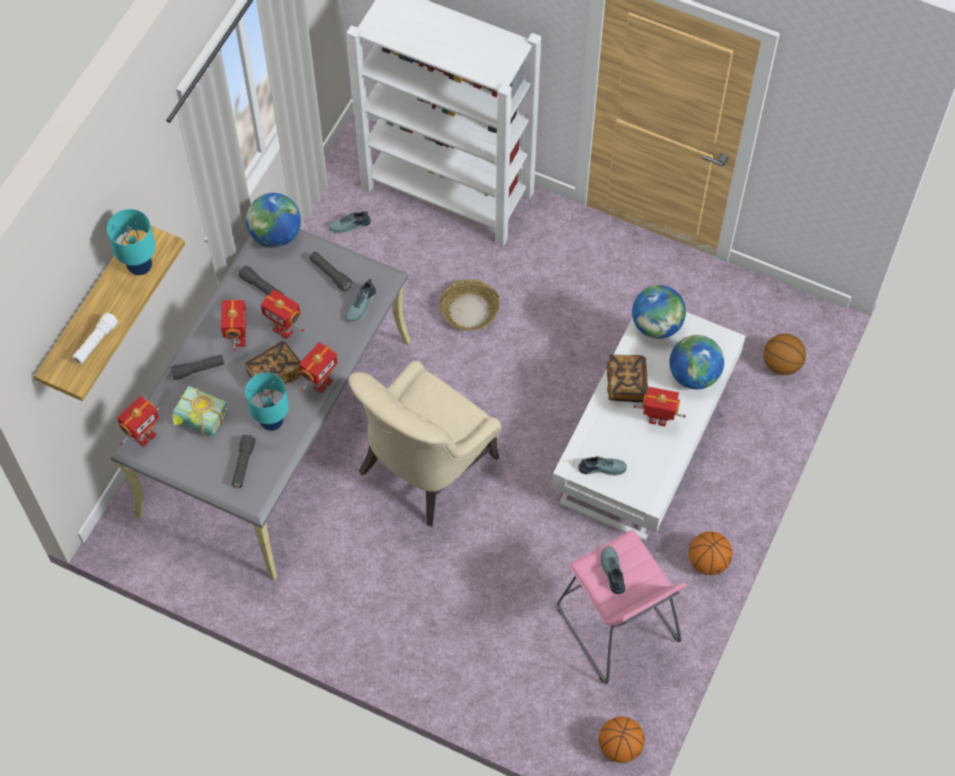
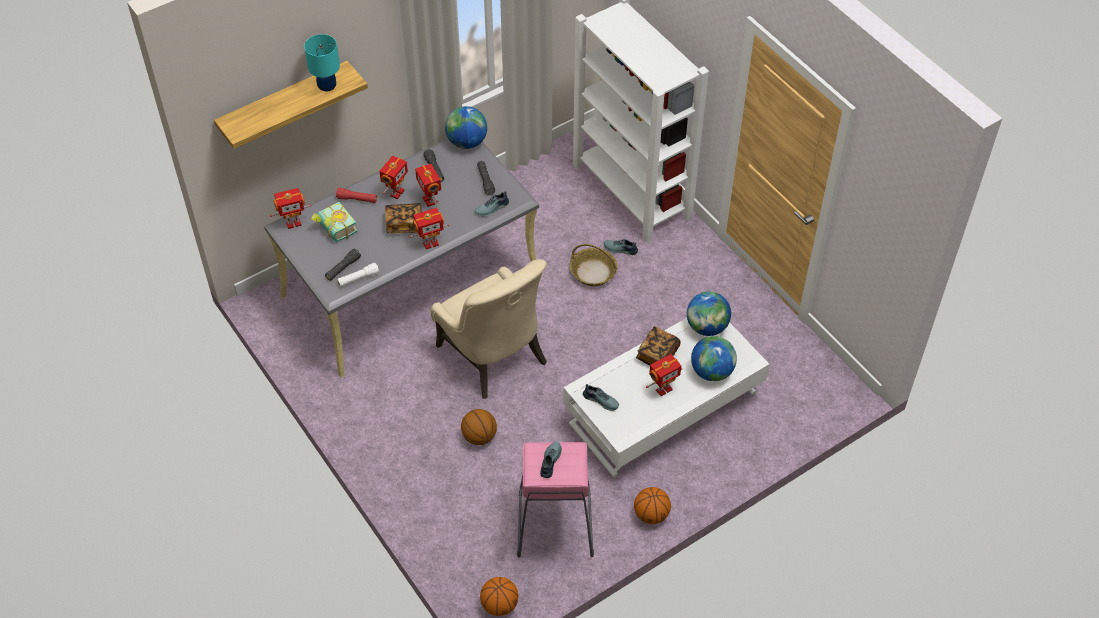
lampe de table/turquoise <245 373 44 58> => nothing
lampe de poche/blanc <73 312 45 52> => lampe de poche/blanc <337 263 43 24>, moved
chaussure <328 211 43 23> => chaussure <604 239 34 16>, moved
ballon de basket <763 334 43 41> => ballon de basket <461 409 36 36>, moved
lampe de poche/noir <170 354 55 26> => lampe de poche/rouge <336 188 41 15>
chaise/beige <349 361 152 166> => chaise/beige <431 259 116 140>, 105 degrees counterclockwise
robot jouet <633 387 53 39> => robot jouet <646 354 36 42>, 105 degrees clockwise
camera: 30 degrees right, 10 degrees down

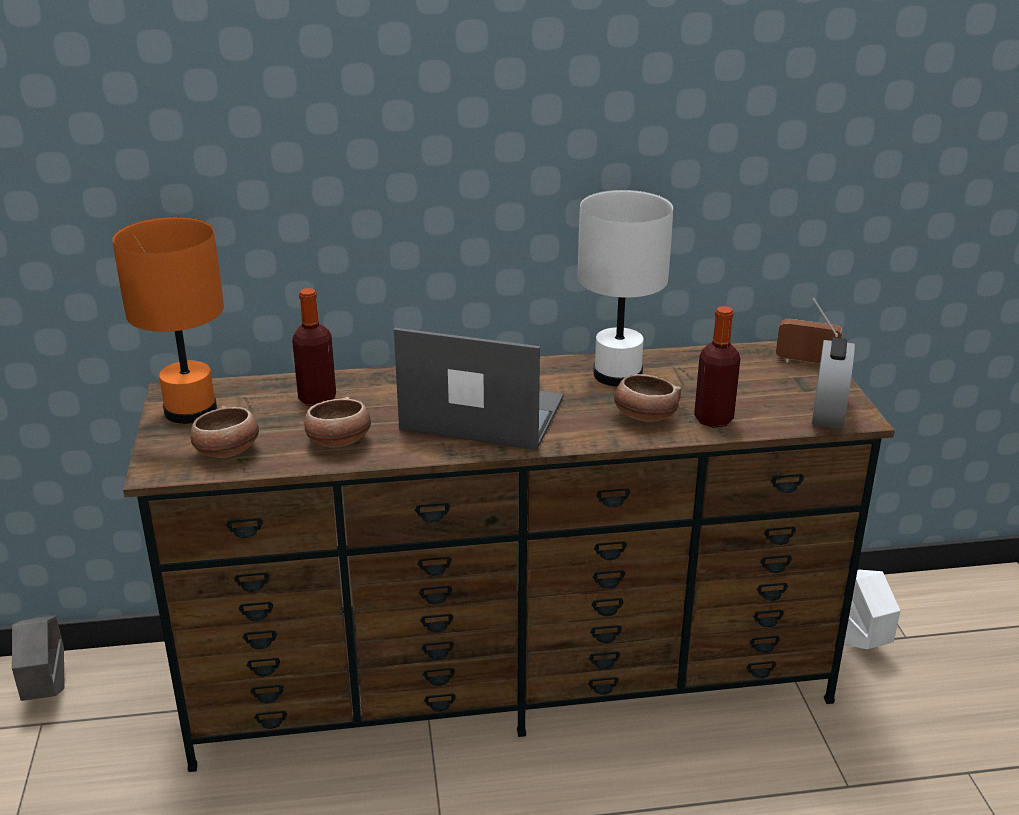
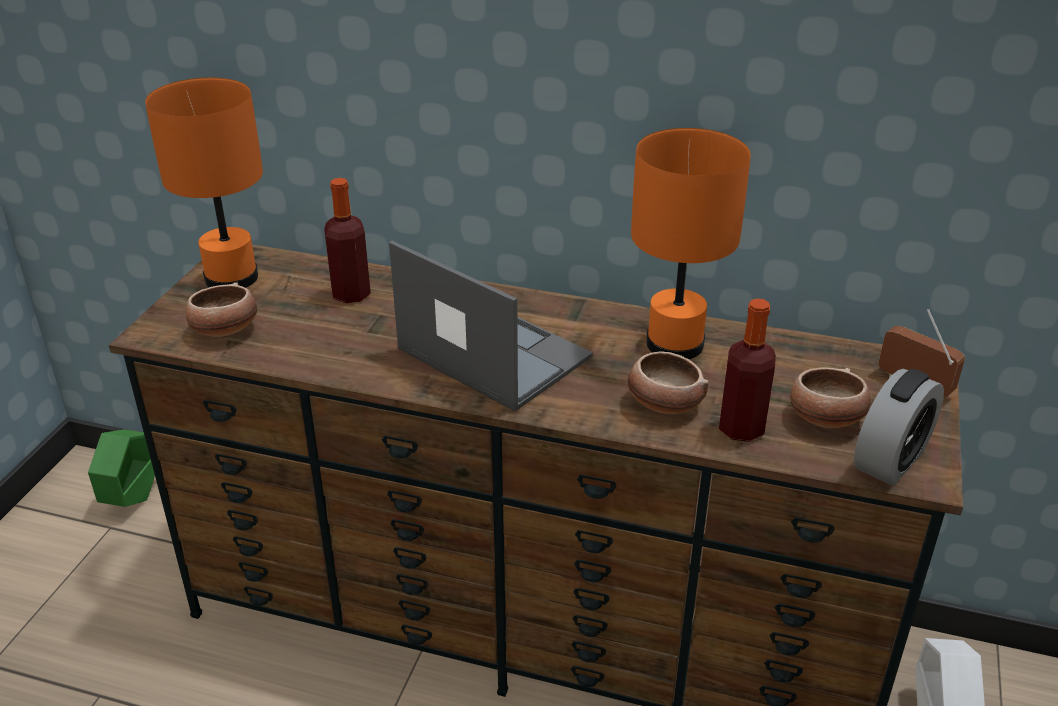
bol <304 397 67 50> => bol <790 367 81 61>, moved
cache-pot/gris <12 616 52 85> => cache-pot/vert <88 429 67 78>
lampe de table/blanc <578 190 95 197> => lampe de table/orange <631 128 120 231>
camera: 25 degrees right, 5 degrees up

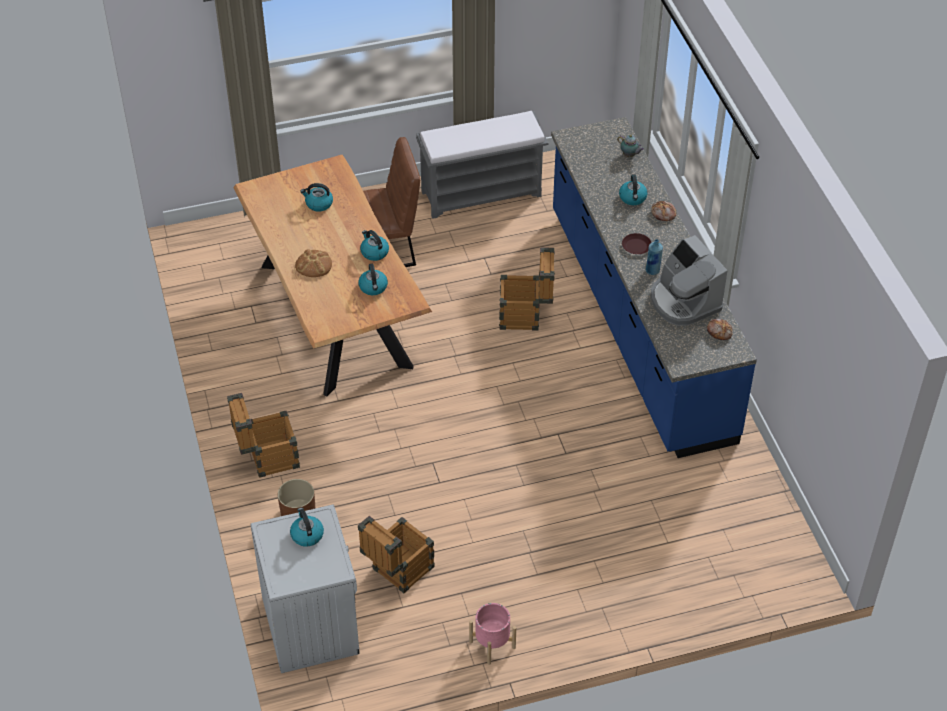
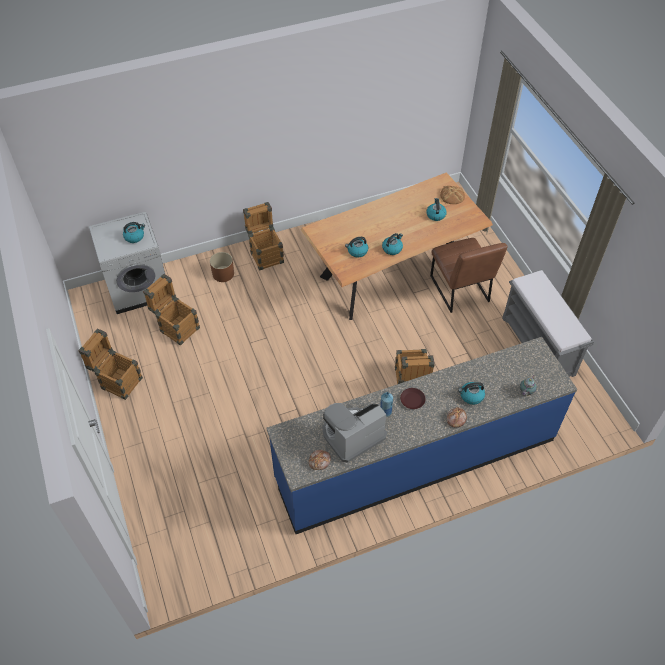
pain <295 249 37 28> => pain <440 186 25 18>, moved
cache-pot/rose <469 603 47 62> => caisse <78 328 65 72>
camera: 85 degrees right, 5 degrees up

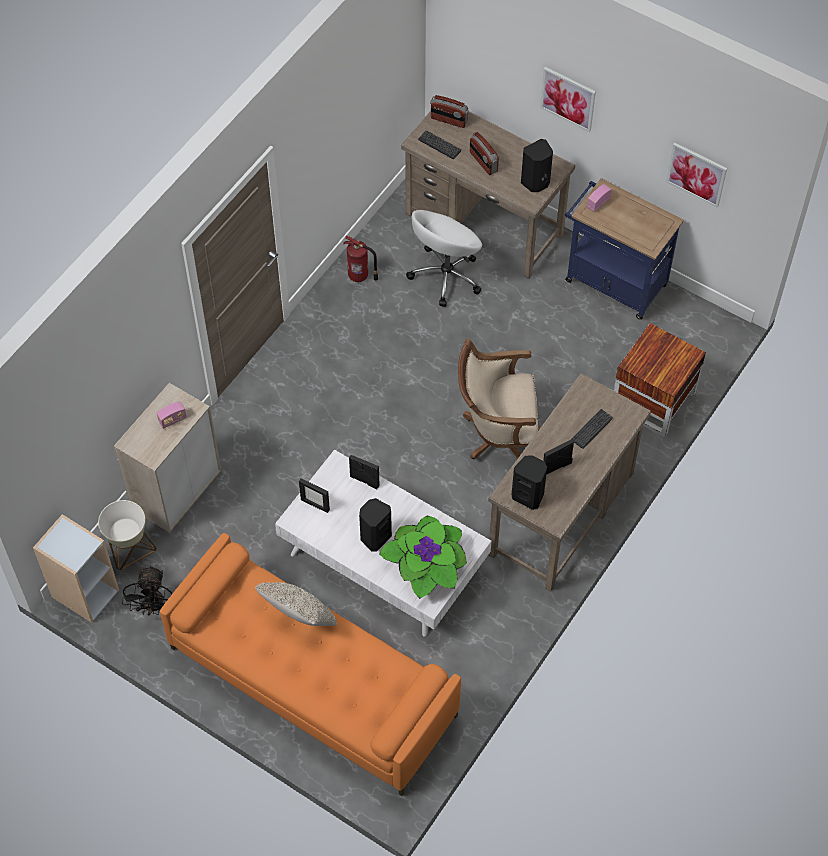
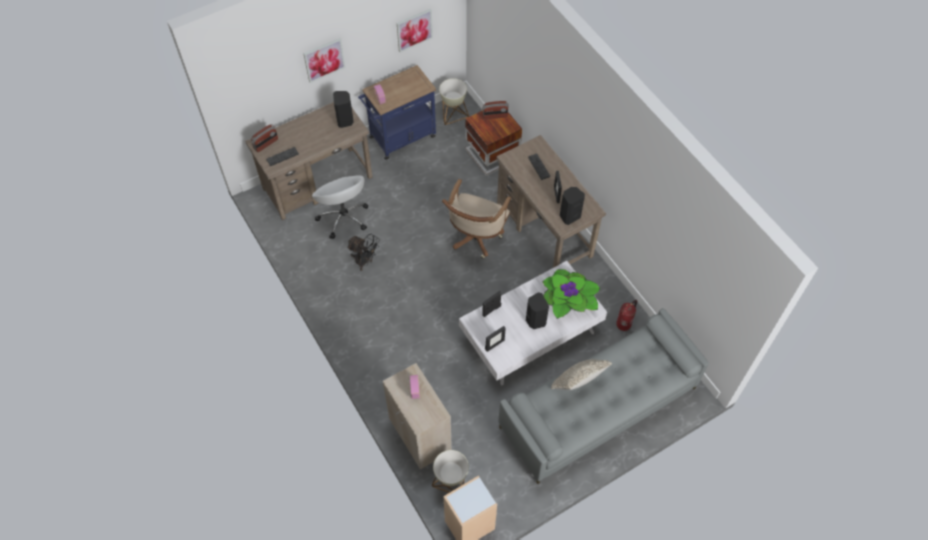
nothing => cache-pot <439 78 30 47>
ventilateur/noir <122 565 50 51> => ventilateur/noir <347 234 33 37>, moved
extincteur <343 236 35 46> => extincteur <616 300 21 31>, moved
radio <470 132 29 43> => radio <482 101 27 18>, moved
canapé/orange <160 533 301 263> => canapé/gris <498 308 211 176>
camera: 65 degrees left, 0 degrees up

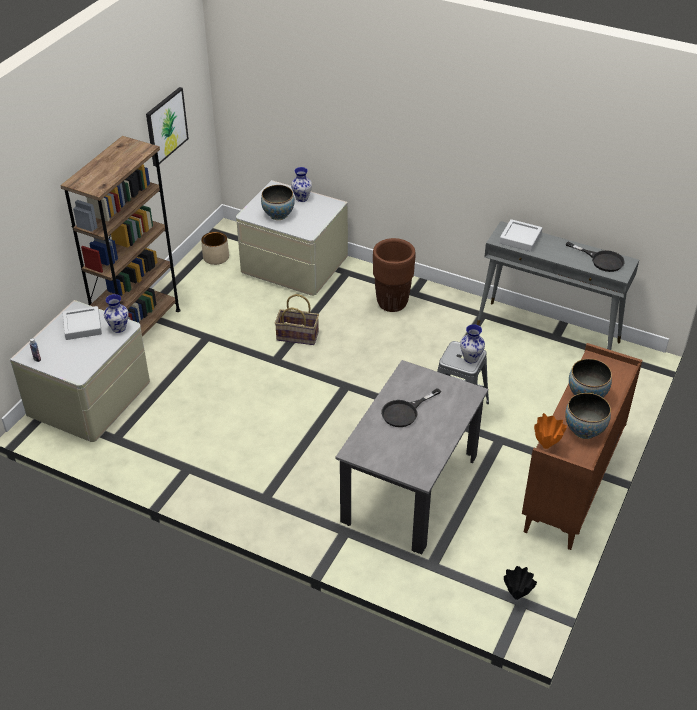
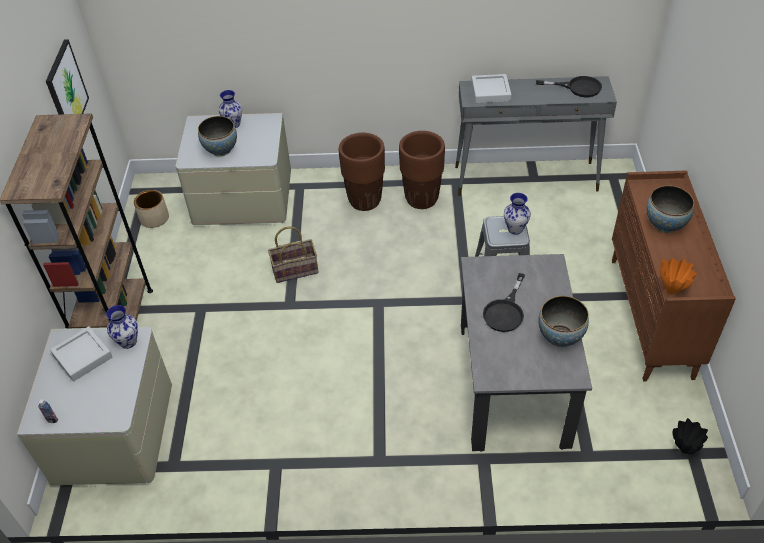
nothing => cache-pot/marron <399 131 46 78>
bol <565 393 46 46> => bol <538 296 51 51>, moved
camera: 25 degrees left, 5 degrees up

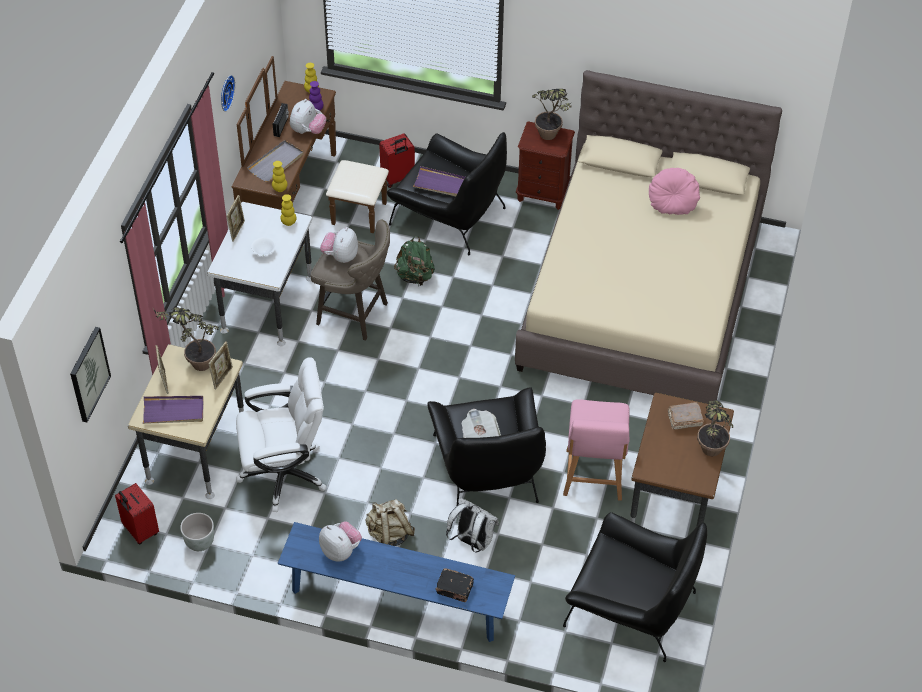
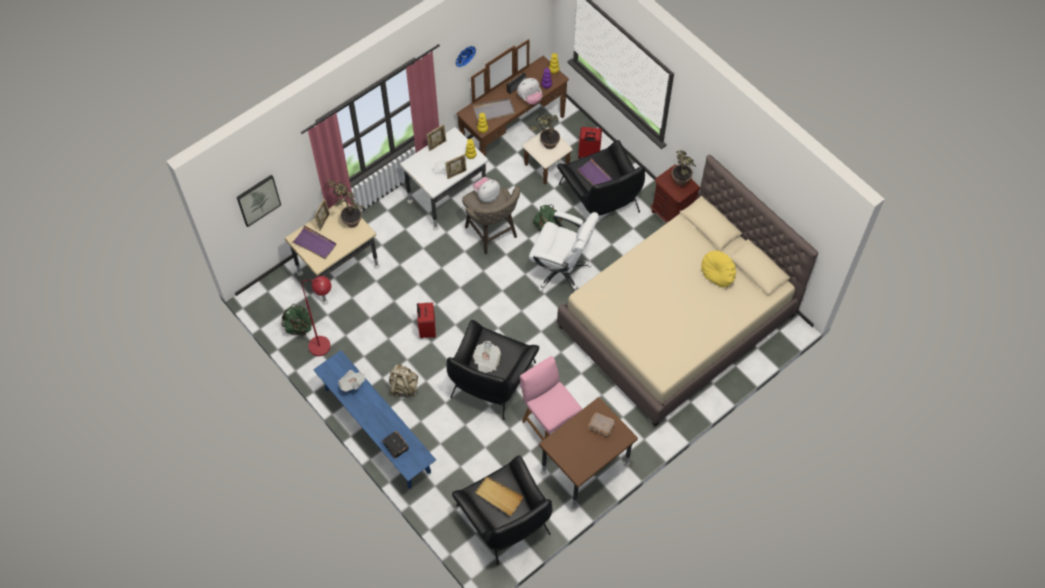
sac à dos/blanc <446 498 53 54> => nothing
nothing => lampadaire/rouge <301 276 30 80>
nothing => plateau/beige <475 476 49 40>
valise/rouge <115 483 44 62> => valise/rouge <417 302 19 36>, moved
cadre photo <208 341 25 49> => cadre photo <445 154 22 25>, moved
chaise de bureau/blanc <236 357 91 155> => chaise de bureau/blanc <529 211 70 81>, moved
plante en pot <697 400 36 56> => plante en pot <529 115 31 34>, moved
cache-pot/gris <180 513 34 38> => sac à dos/vert <281 304 31 32>
peluche <319 522 43 40> => journal <338 370 27 21>
coussin/rose <649 168 51 47> => coussin/jaune <701 250 35 38>
chaise/rose <563 399 66 102> => chaise/rose <520 356 62 85>, 105 degrees clockwise
camera: 35 degrees right, 10 degrees up

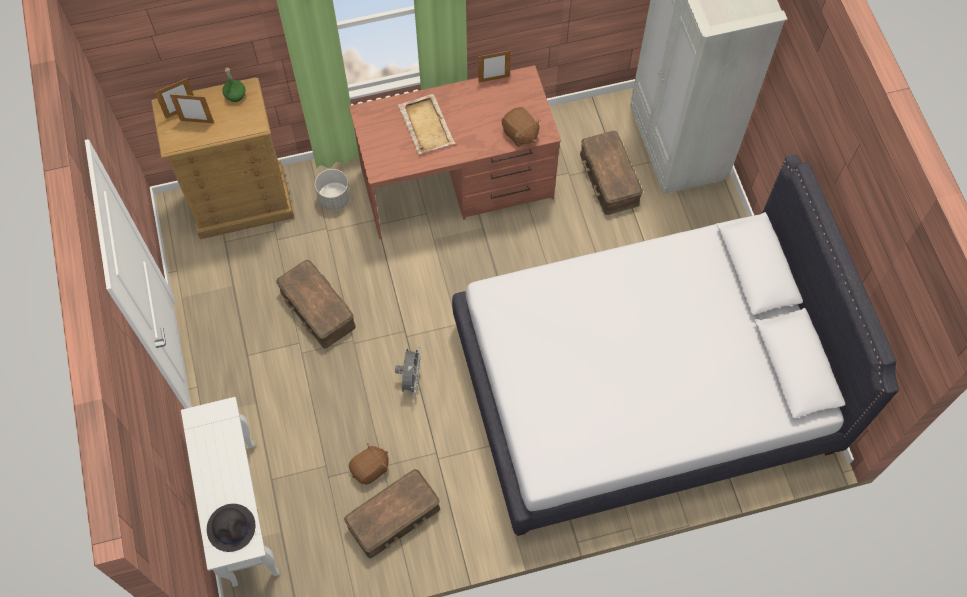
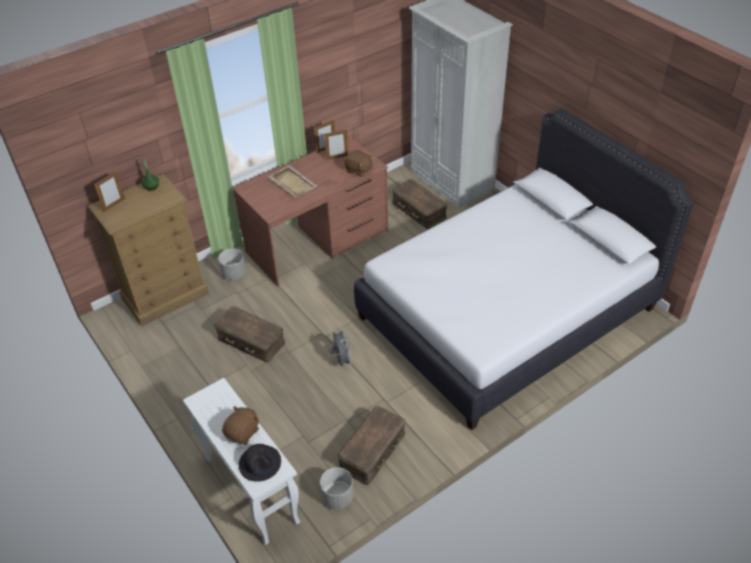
nothing => cache-pot/gris <320 467 34 42>
cadre photo <170 93 44 30> => cadre photo <324 130 25 30>, moved
peluche/marron <349 443 39 42> => peluche/marron <222 406 37 39>, moved
camera: 20 degrees left, 20 degrees down

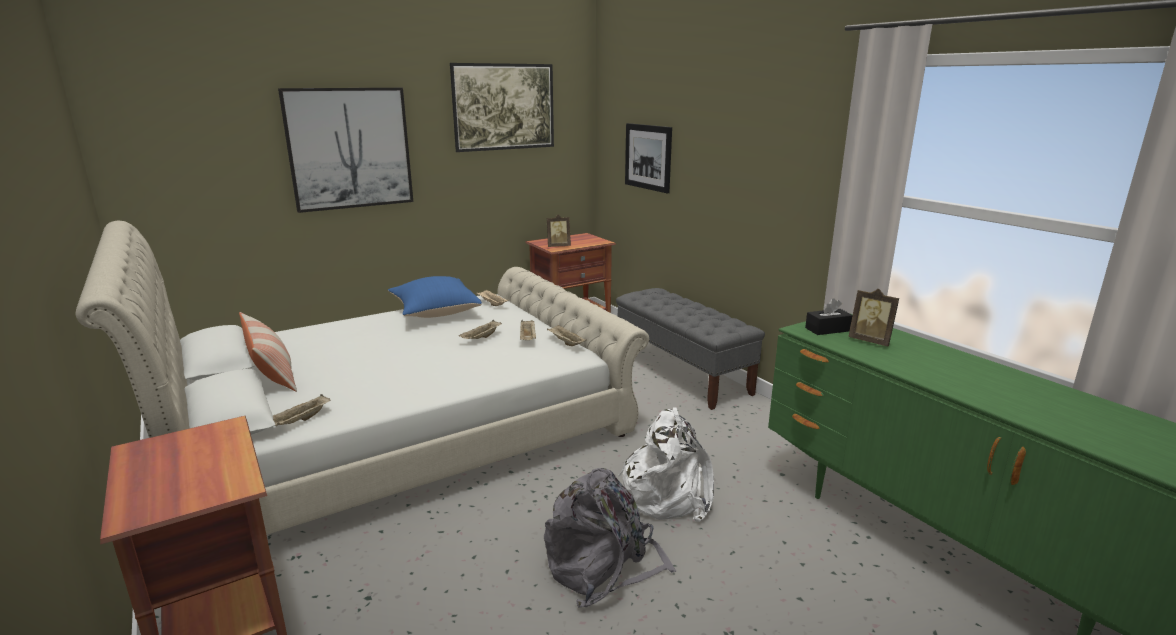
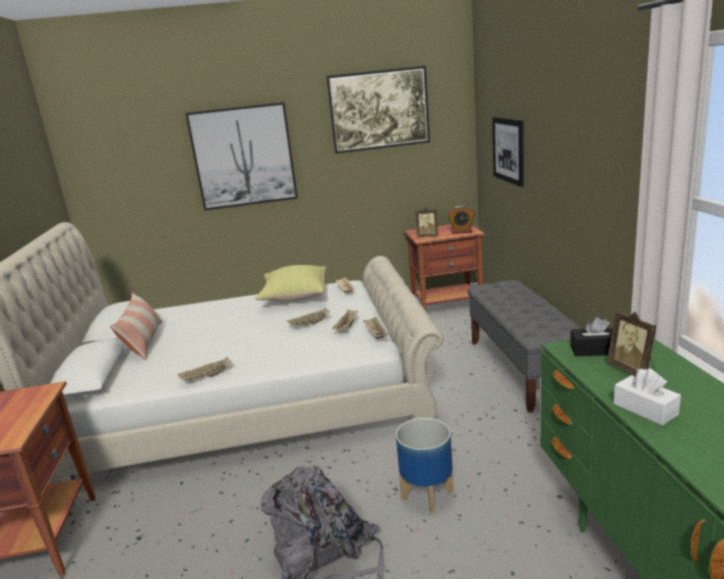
nothing => réveil <447 206 28 28>
nothing => boîte à mouchoirs/blanc <614 368 67 57>
plateau/beige <273 394 57 32> => plateau/beige <178 357 53 23>, moved
sac à dos/blanc <618 407 96 115> => cache-pot <396 418 58 96>
coussin/bleu <388 276 94 42> => coussin/jaune <255 265 71 37>
camera: 25 degrees right, 0 degrees up

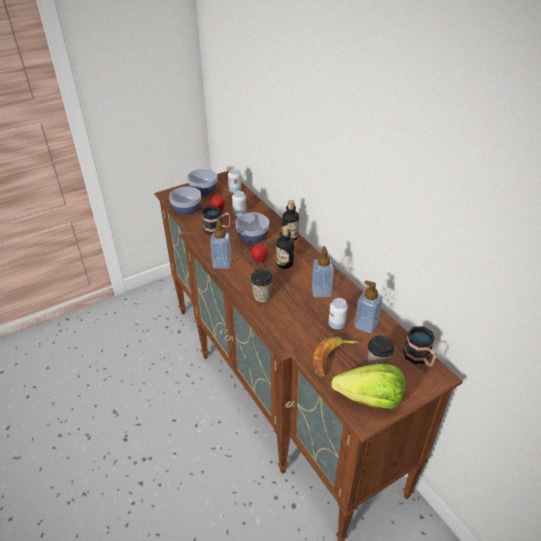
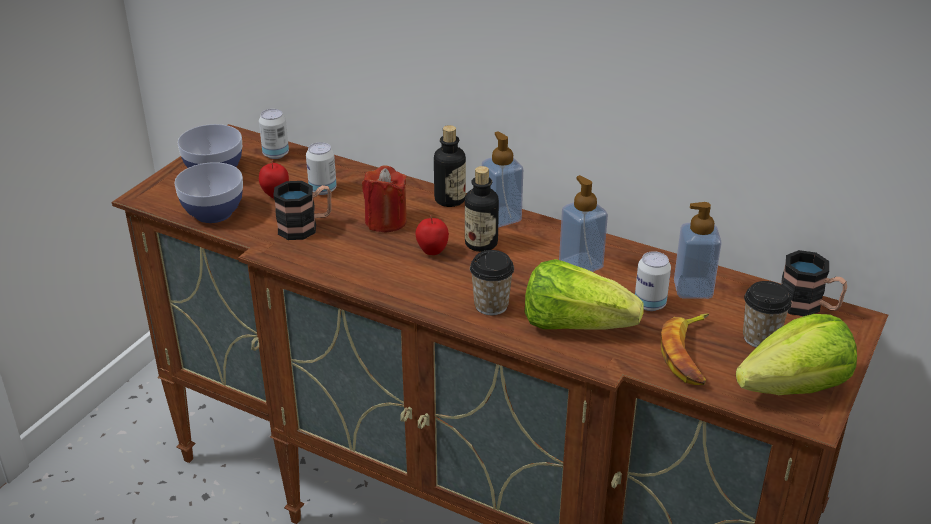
nothing => laitue <525 259 119 71>
distributeur de savon <210 220 21 49> => distributeur de savon <482 131 41 97>, moved
bol <235 213 34 31> => bougie/rouge <362 165 45 67>
camera: 30 degrees left, 5 degrees down

